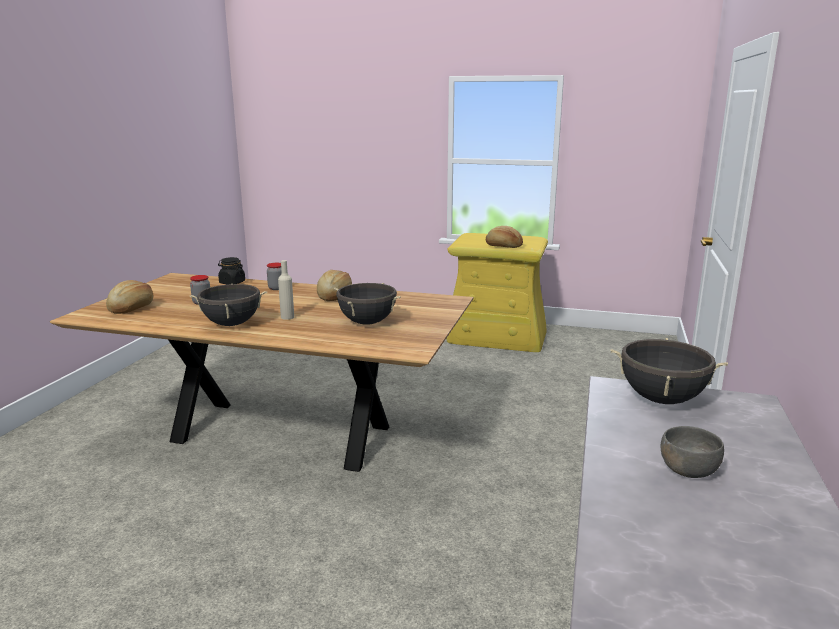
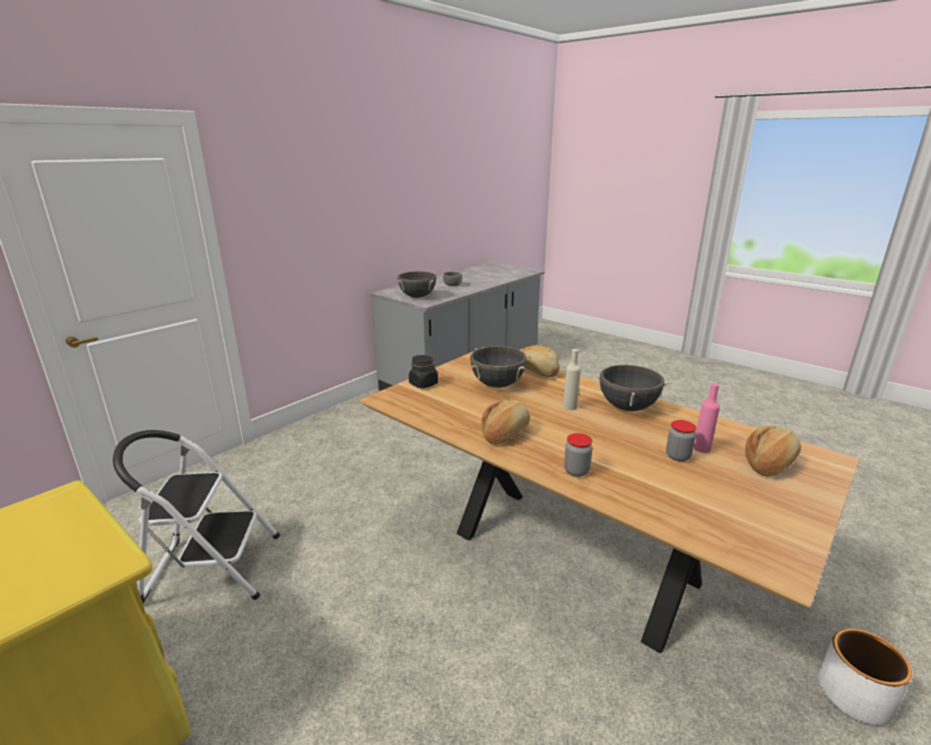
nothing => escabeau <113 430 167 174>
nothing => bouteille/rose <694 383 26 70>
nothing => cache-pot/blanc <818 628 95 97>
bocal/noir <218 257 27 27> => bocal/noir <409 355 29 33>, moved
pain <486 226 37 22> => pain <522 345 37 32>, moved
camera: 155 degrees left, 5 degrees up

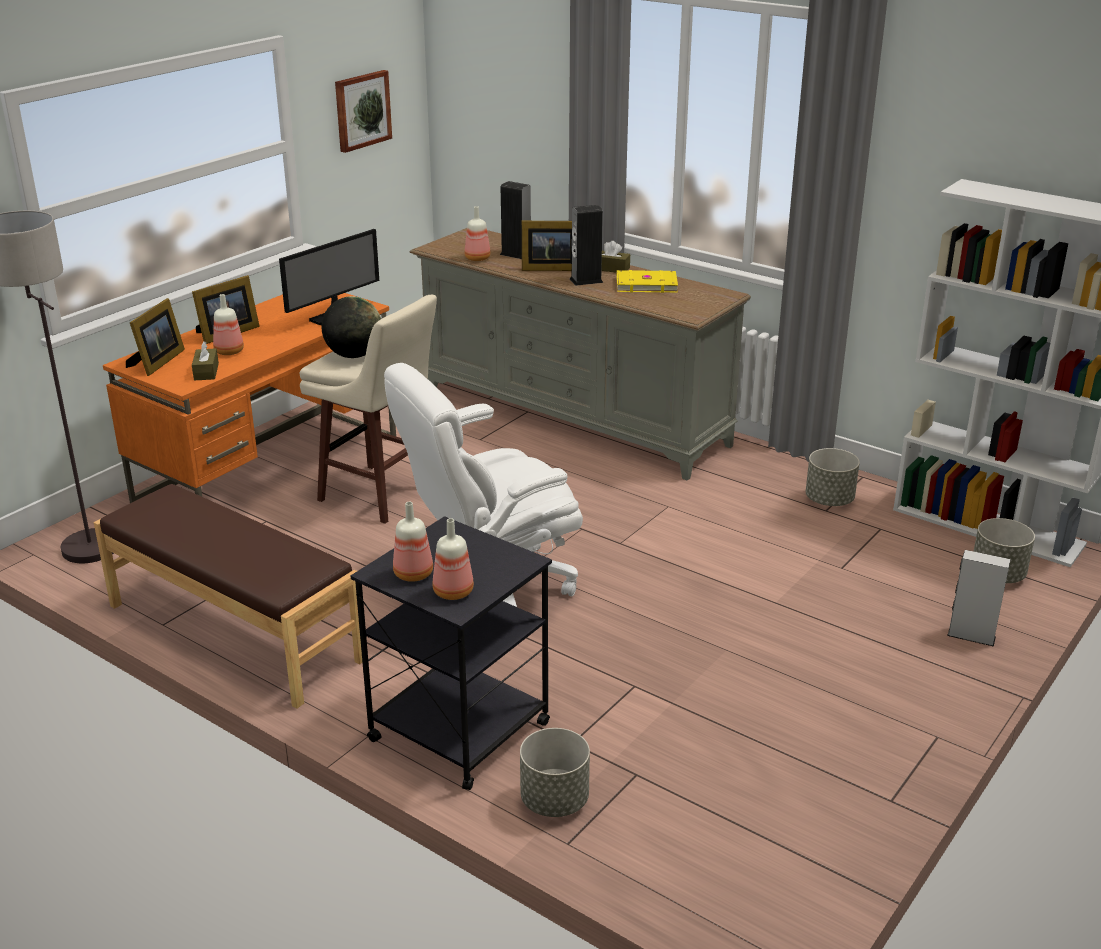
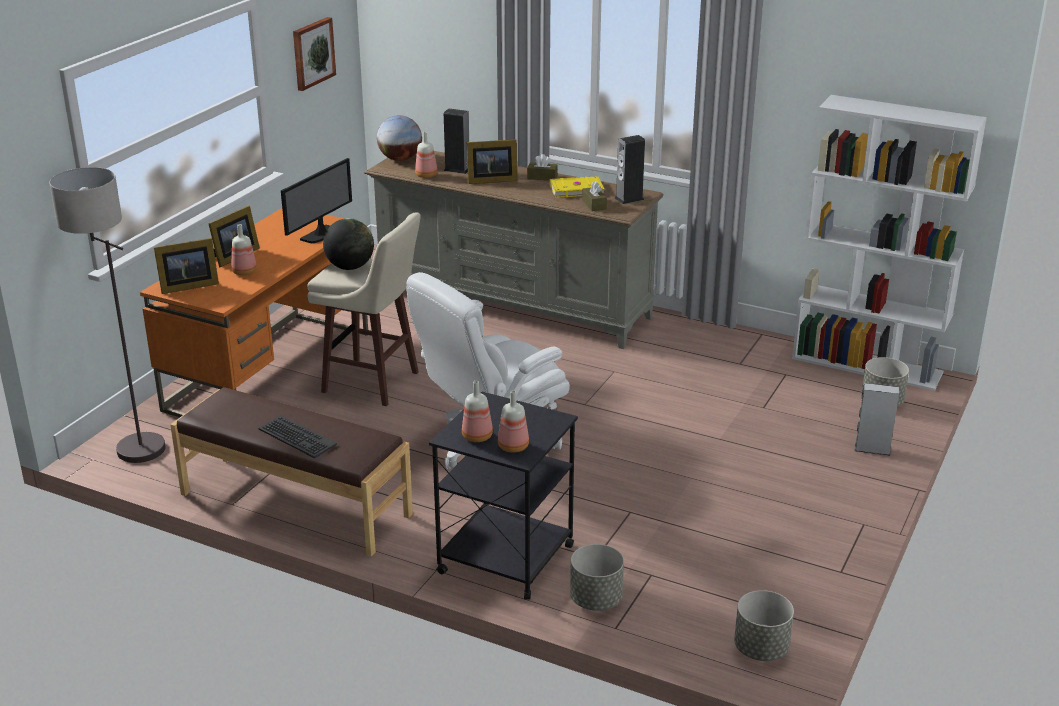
nothing => clavier <259 415 78 43>
nothing => globe <377 115 45 46>
boîte à mouchoirs/marron <192 341 27 39> => boîte à mouchoirs/marron <582 181 25 30>, moved
enceinte <570 205 33 81> => enceinte <614 135 31 69>, moved
cache-pot/gris <806 448 54 58> => cache-pot/gris <734 590 60 71>, moved
cadre photo <126 298 59 78> => cadre photo <154 238 65 56>, 60 degrees clockwise
camera: 10 degrees left, 0 degrees up

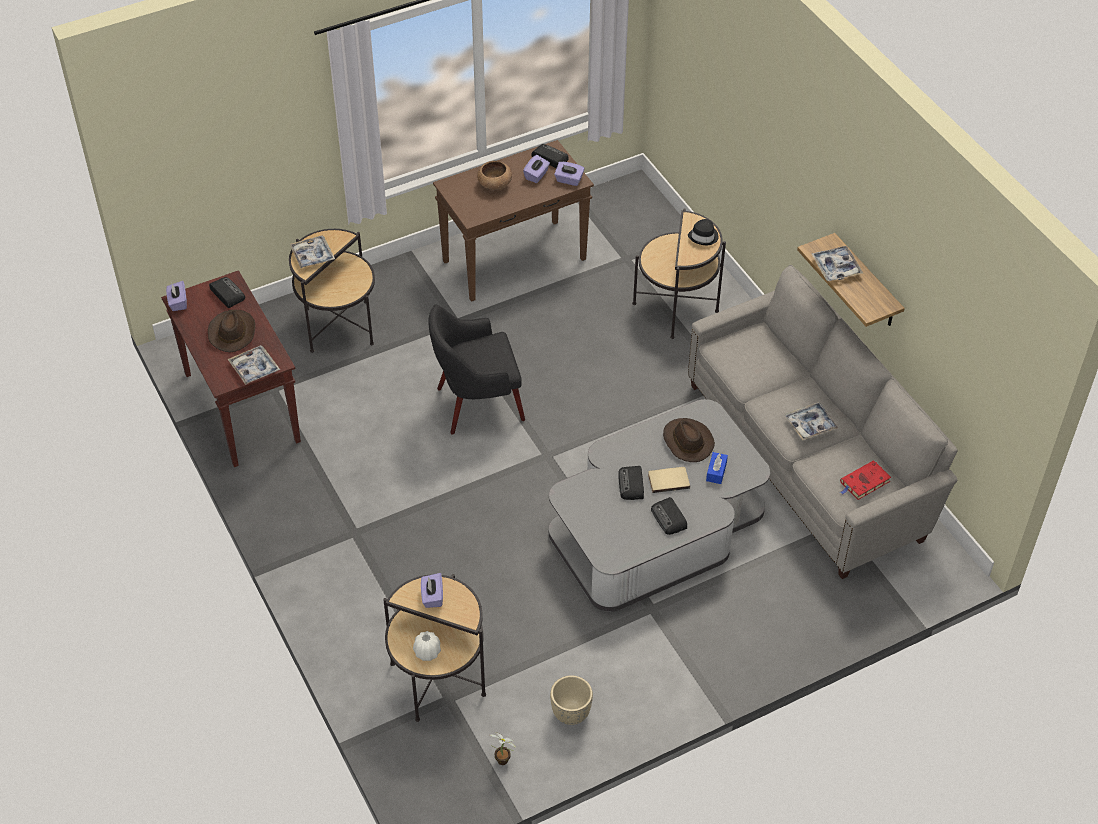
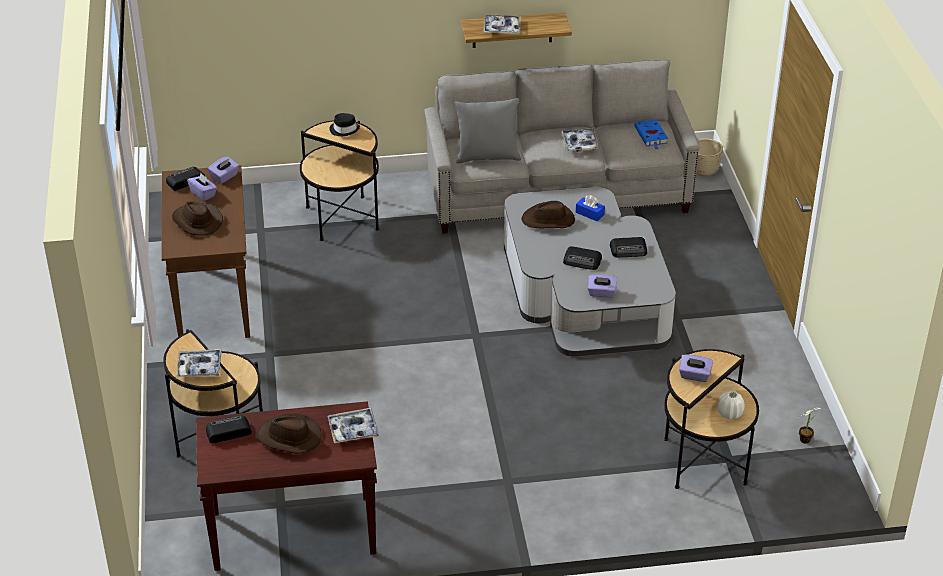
fauteuil/noir <428 304 97 131> => nothing
livre/beige <648 467 42 26> => nothing
nothing => coussin/gris <454 98 67 66>
boîte à mouchoirs/violet <166 281 21 30> => boîte à mouchoirs/violet <587 274 30 24>, moved
cache-pot/beige <550 675 43 50> => cache-pot/beige <696 138 27 39>, moved
bol/marron <477 161 35 30> => chapeau/marron <172 201 51 35>
livre/rouge <840 460 51 40> => livre/bleu <634 119 34 30>
camera: 70 degrees left, 10 degrees down

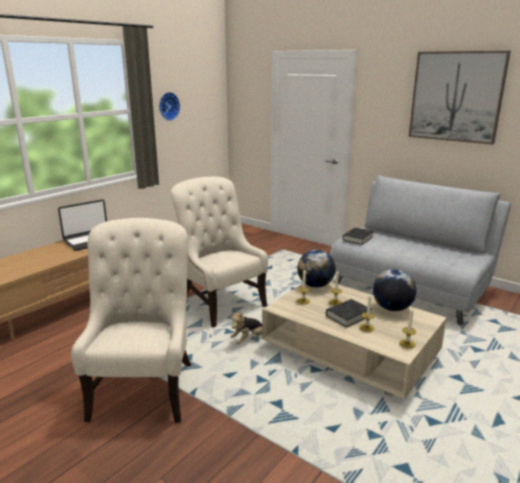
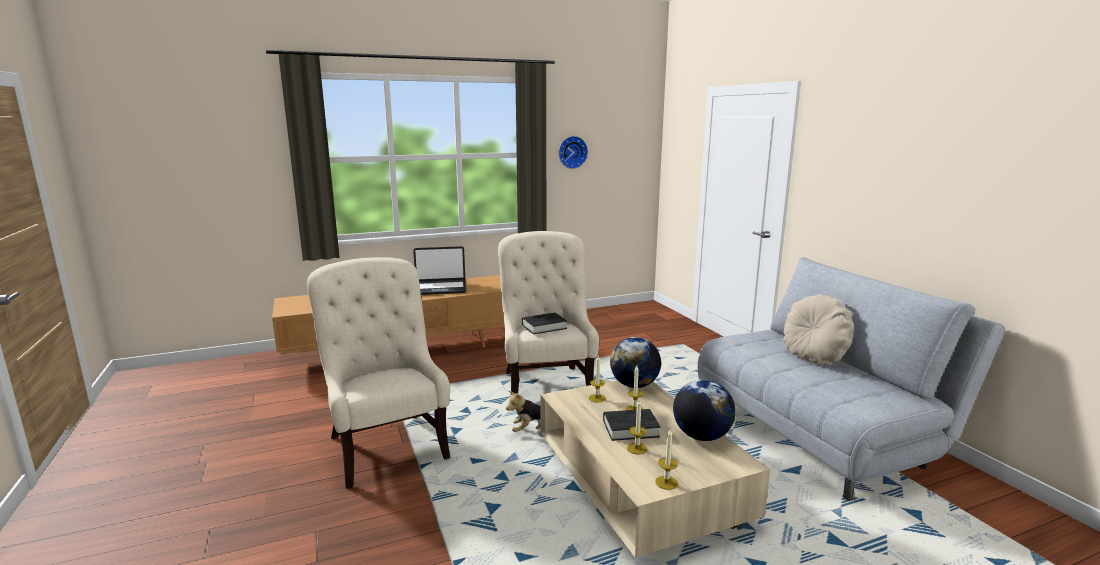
tableau <409 51 102 94> => nothing
nothing => coussin/beige <783 295 71 71>
livre/noir <342 228 32 17> => livre/noir <522 313 45 22>, moved
fauteuil/beige <71 218 120 205> => fauteuil/beige <307 257 143 232>, 60 degrees counterclockwise
camera: 30 degrees right, 5 degrees down

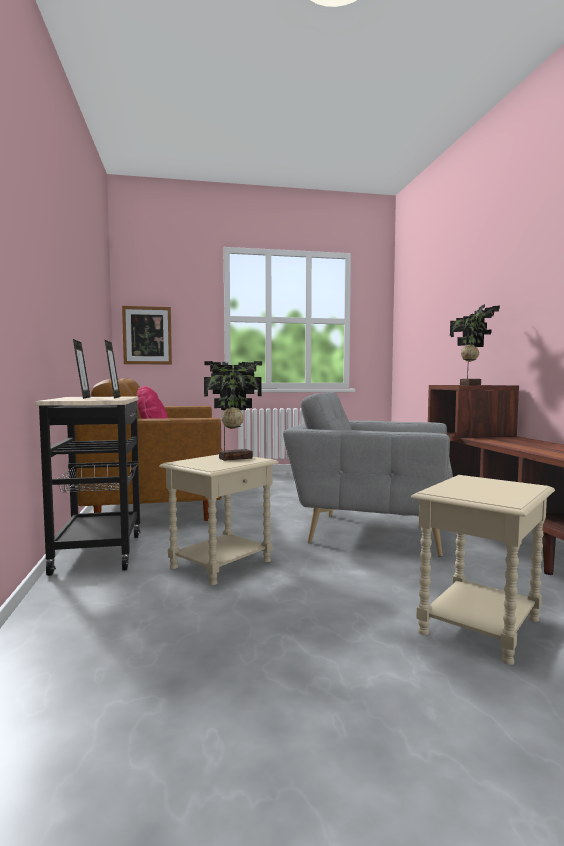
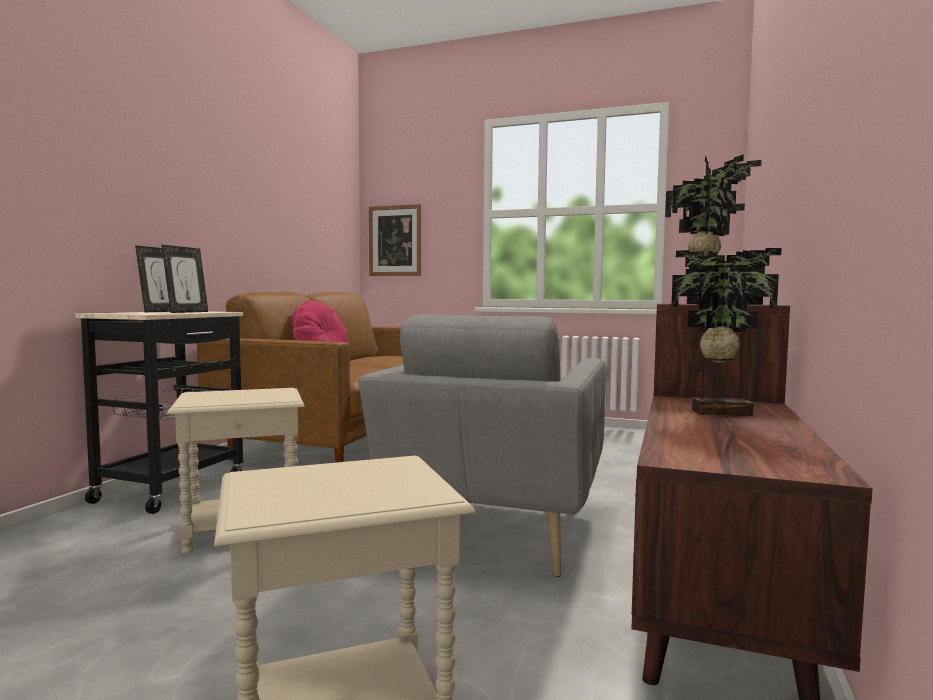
plante en pot <204 361 58 100> => plante en pot <671 248 111 168>, moved
fauteuil/gris <283 392 170 165> => fauteuil/gris <359 314 247 263>, 120 degrees counterclockwise
camera: 30 degrees right, 0 degrees up

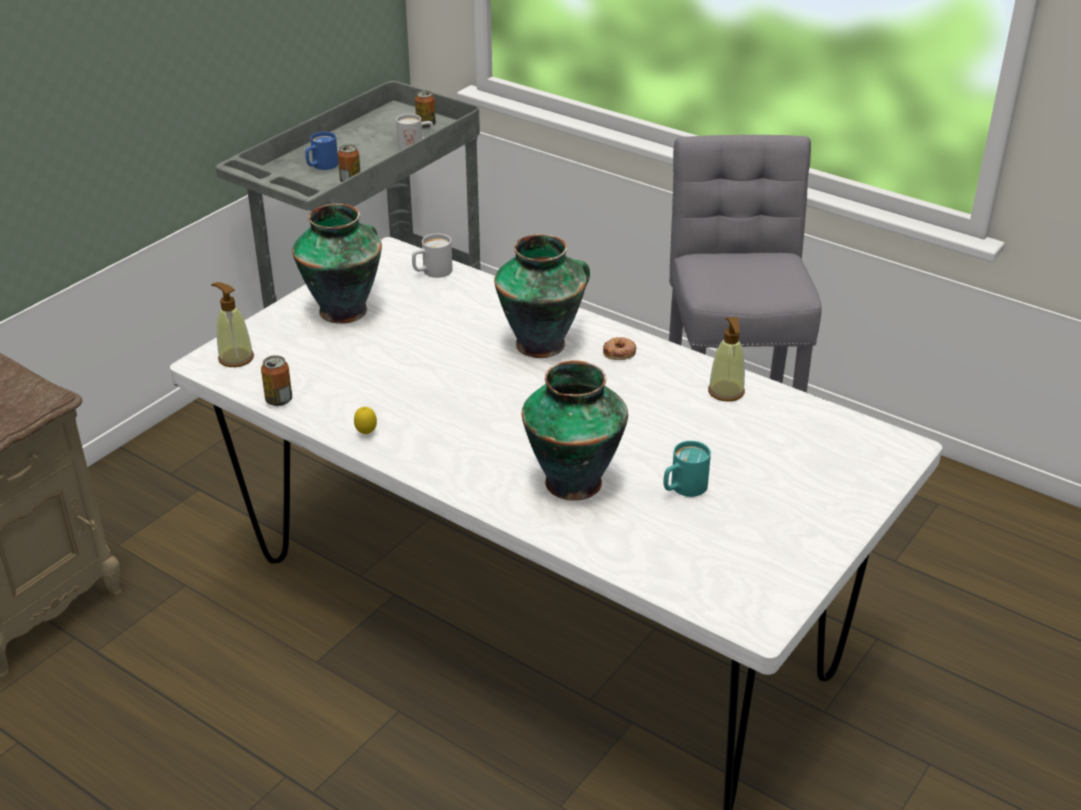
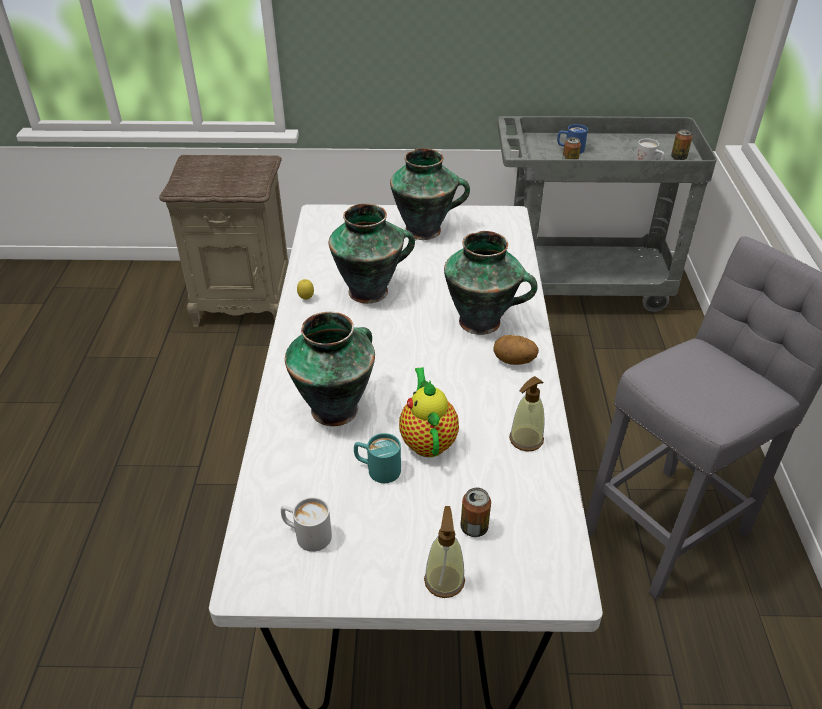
nothing => vase <329 204 86 100>
nothing => théière <399 367 60 90>
distributeur de savon <211 282 43 85> => distributeur de savon <424 506 41 92>, moved
boîte métallique <261 355 31 51> => boîte métallique <461 488 30 49>, moved
mug/blanc <412 234 41 44> => mug/blanc <281 497 51 55>, moved
beignet <603 337 34 23> => pomme de terre <493 335 46 30>
camera: 55 degrees right, 5 degrees up

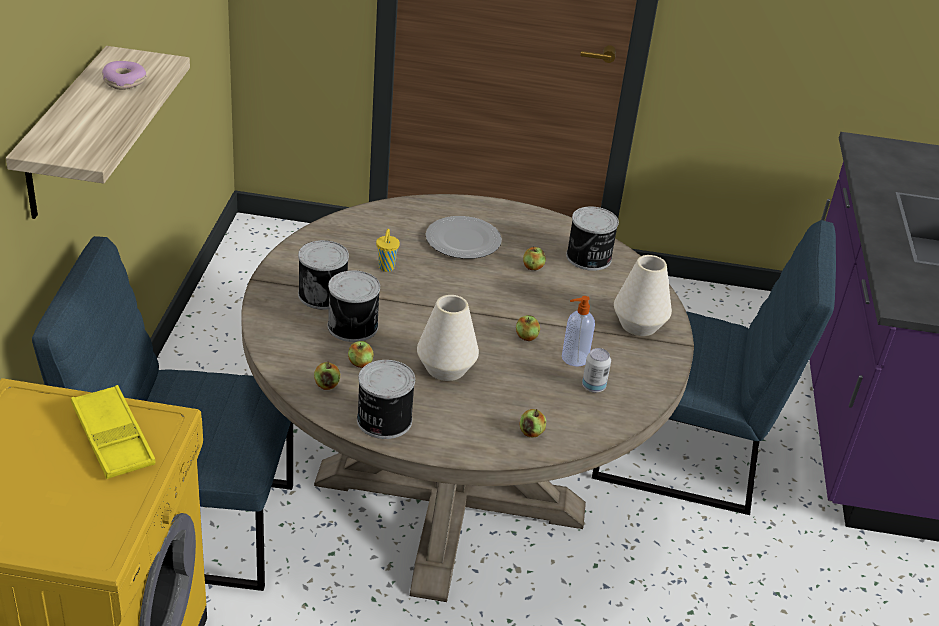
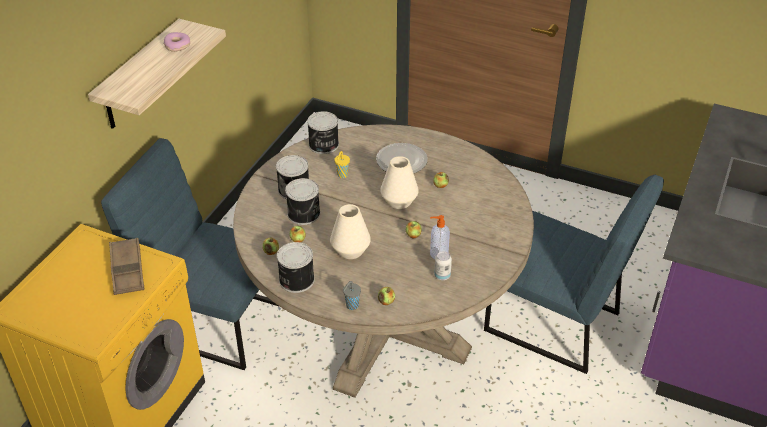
nothing => tasse/gris <343 281 18 29>
boîte métallique <566 207 53 64> => boîte métallique <307 111 32 43>, moved
vase/blanc <614 255 58 81> => vase/blanc <380 156 39 53>, moved
plateau/jaune <71 385 84 94> => plateau/marron <109 238 35 57>
camera: 20 degrees right, 5 degrees up

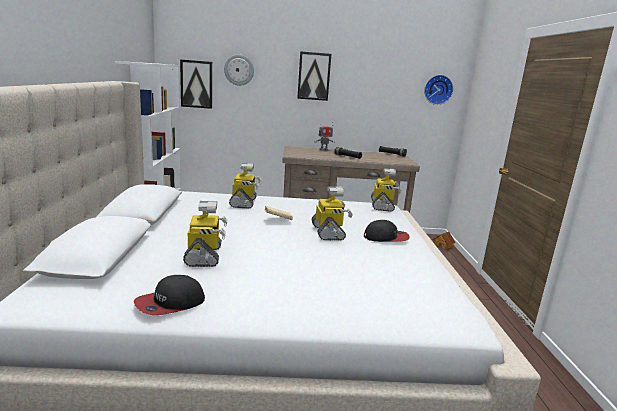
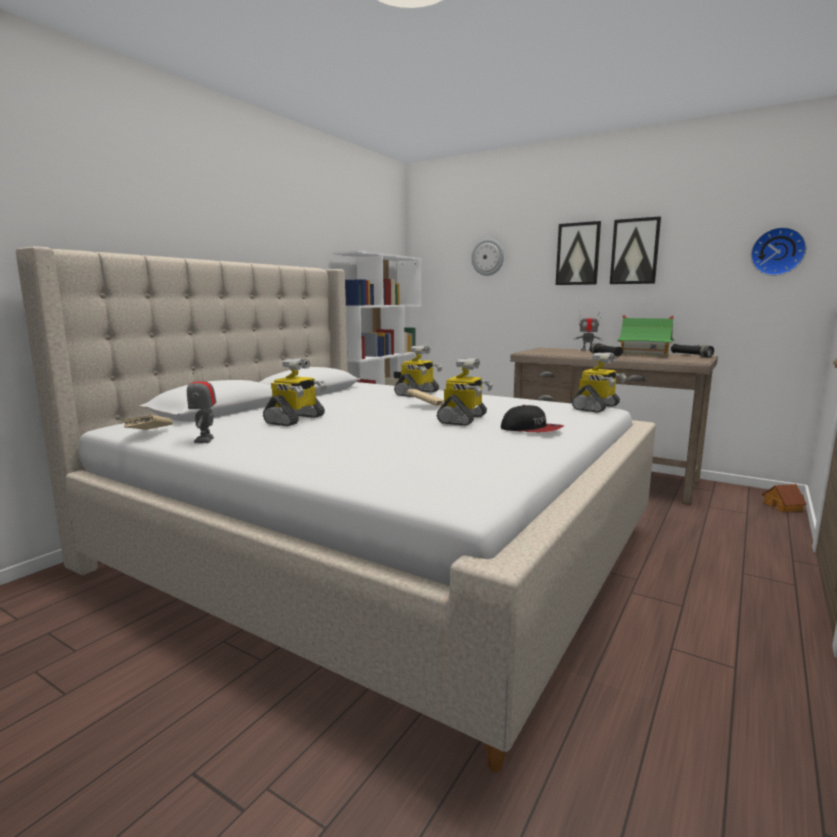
nothing => livre/beige <123 415 50 15>
nothing => maison miniature <617 315 57 43>
tableau <180 60 32 49> => tableau <610 216 51 68>, moved
casquette <134 275 71 40> => robot jouet <187 366 29 77>
camera: 35 degrees right, 5 degrees down

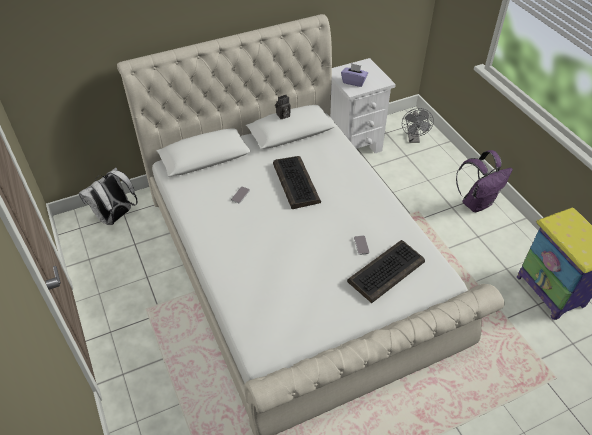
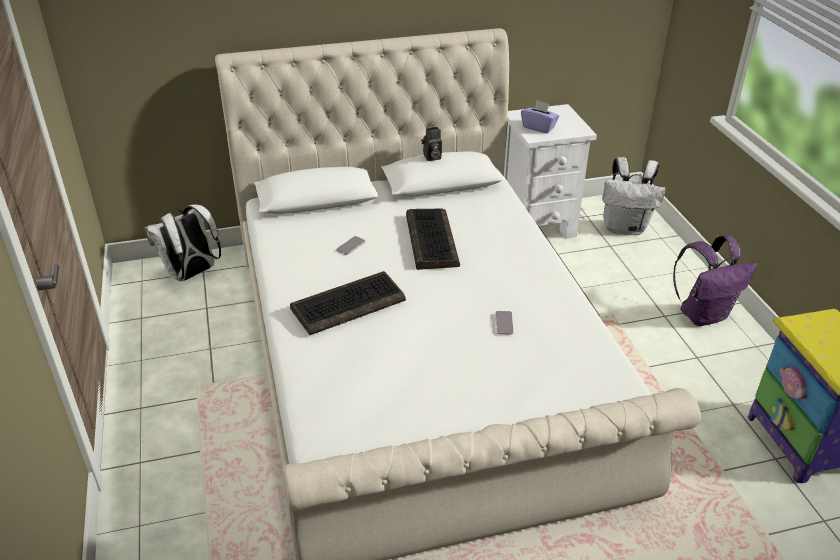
clavier <347 240 78 63> => clavier <290 271 116 64>, moved
ventilateur/gris <402 108 32 35> => sac à dos/blanc <602 157 64 78>
camera: 10 degrees right, 10 degrees down

